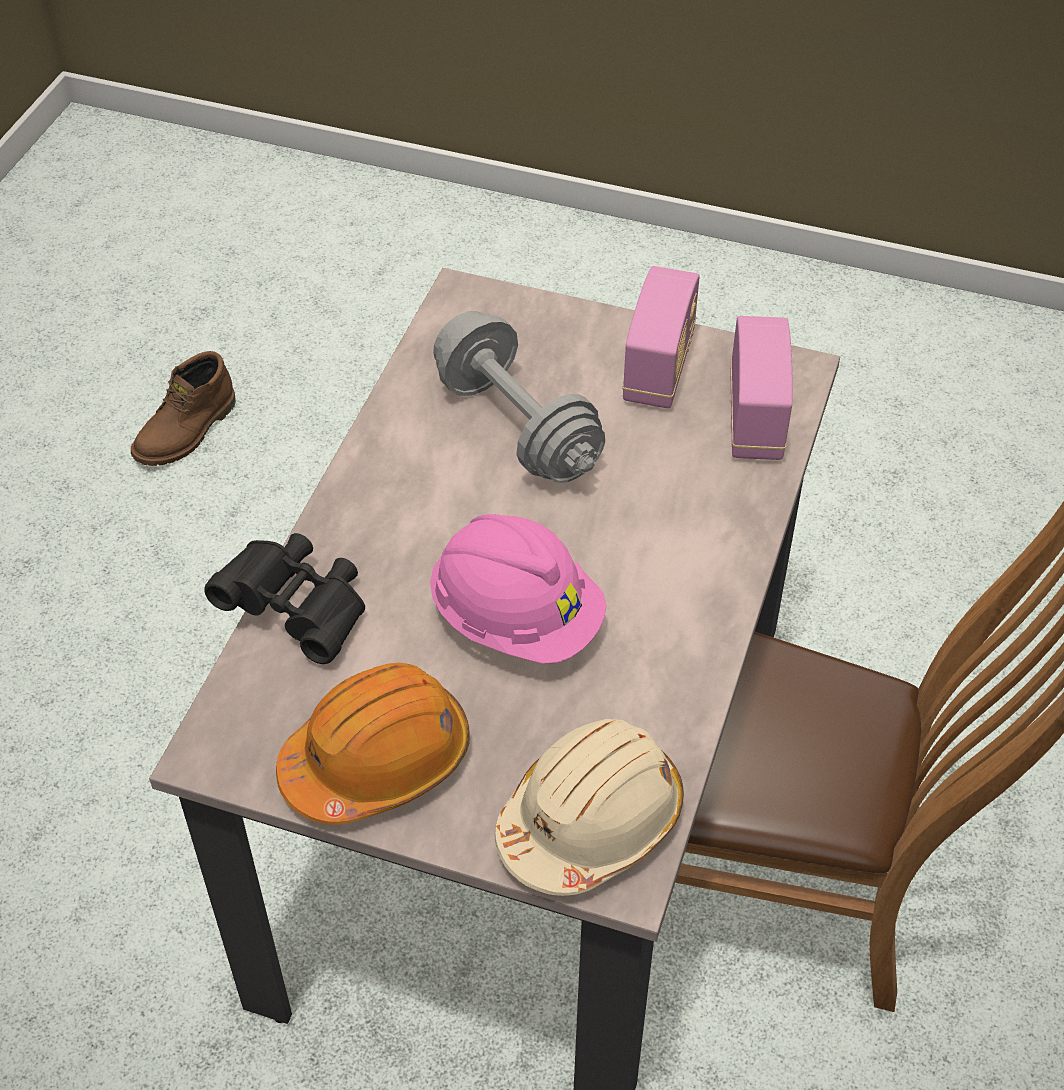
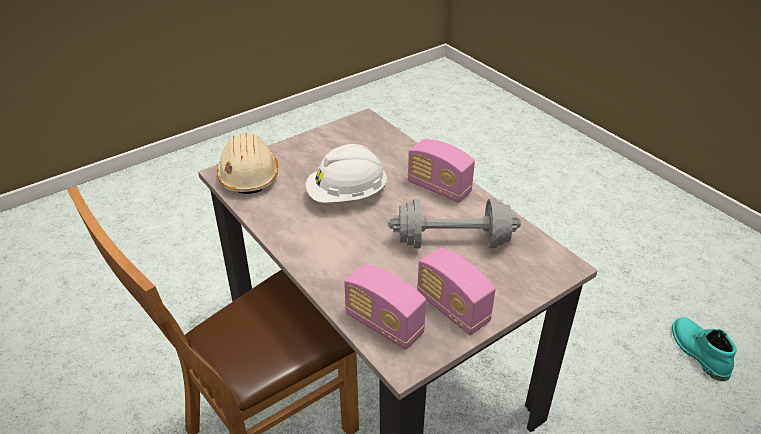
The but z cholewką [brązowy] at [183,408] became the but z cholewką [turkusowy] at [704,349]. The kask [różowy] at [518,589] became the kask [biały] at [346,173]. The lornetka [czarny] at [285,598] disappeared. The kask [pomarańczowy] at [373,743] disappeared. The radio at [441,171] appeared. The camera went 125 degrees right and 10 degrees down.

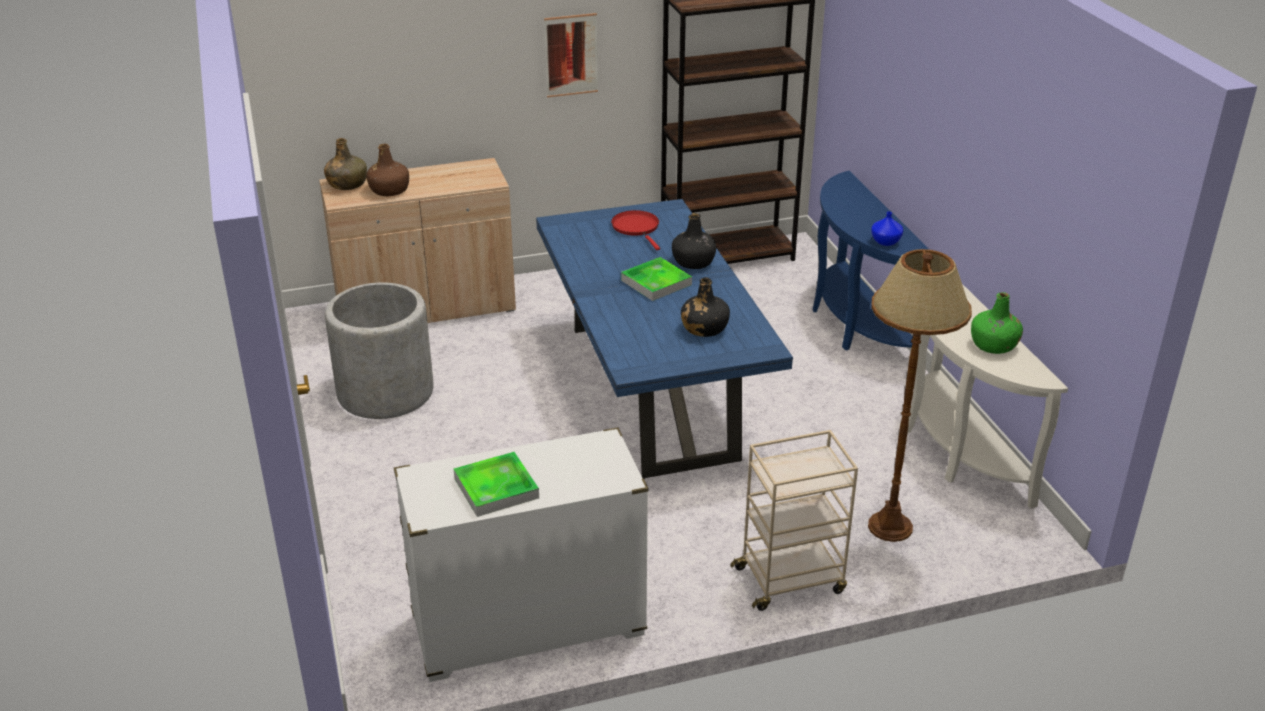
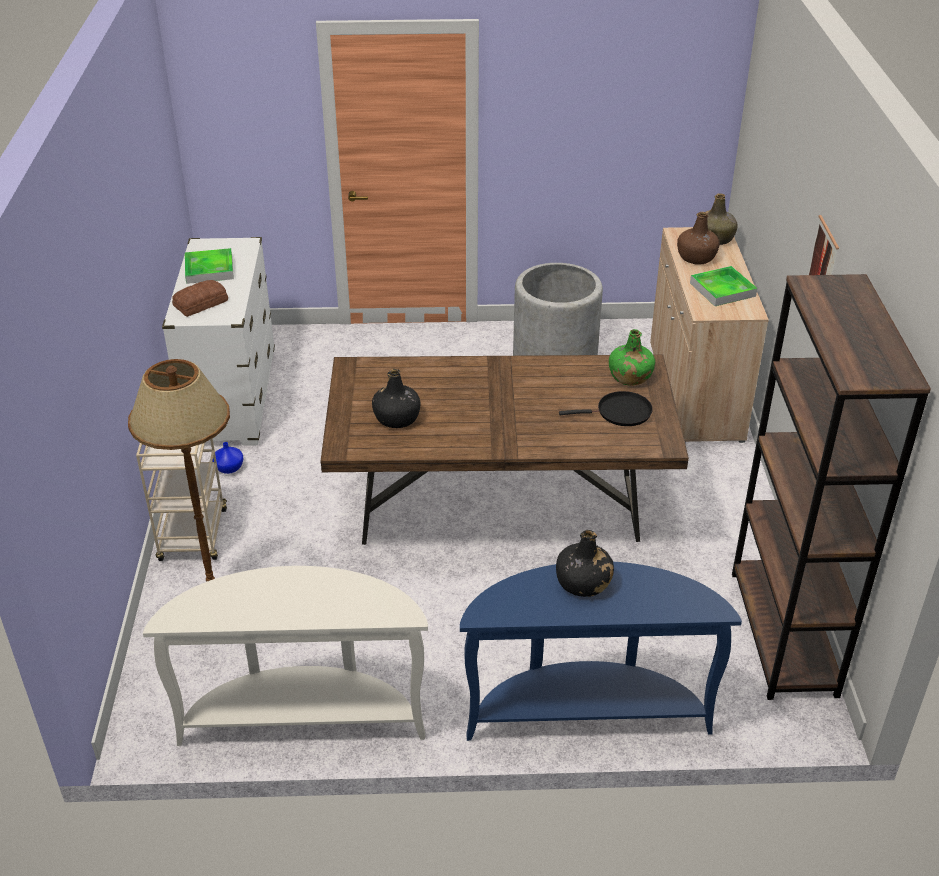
The stół jadalny [niebieski] at [664,339] became the stół jadalny [brązowy] at [504,449]. The patelnia [czerwony] at [635,230] became the patelnia [czarny] at [606,408]. The wazon [niebieski] moved from [887,229] to [228,458]. The butelka [czarny] moved from [694,241] to [585,563]. The taca moved from [656,279] to [723,286]. The butelka [zielony] moved from [997,323] to [632,357]. The chleb at [200,298] appeared. The camera went 105 degrees right and 5 degrees up.

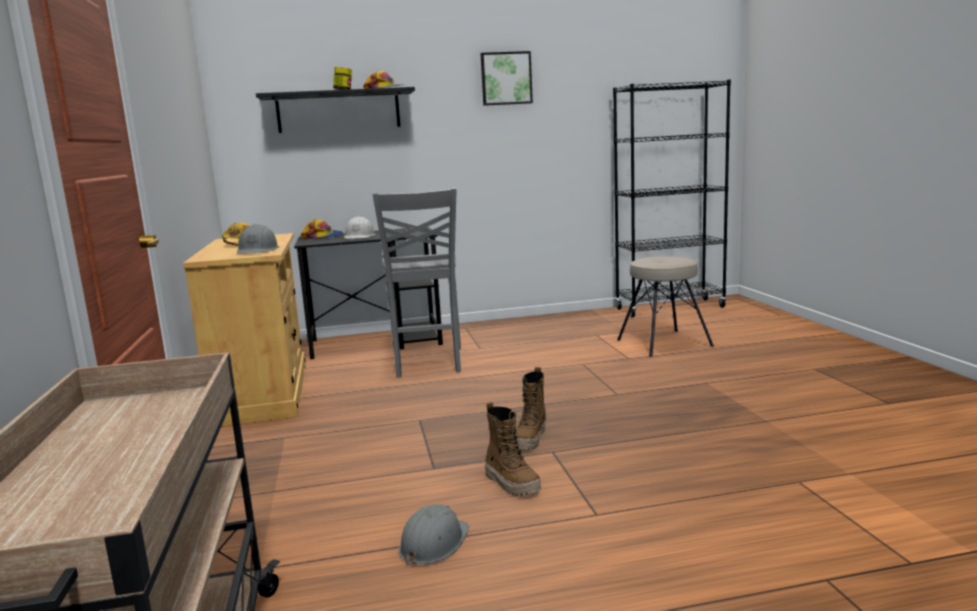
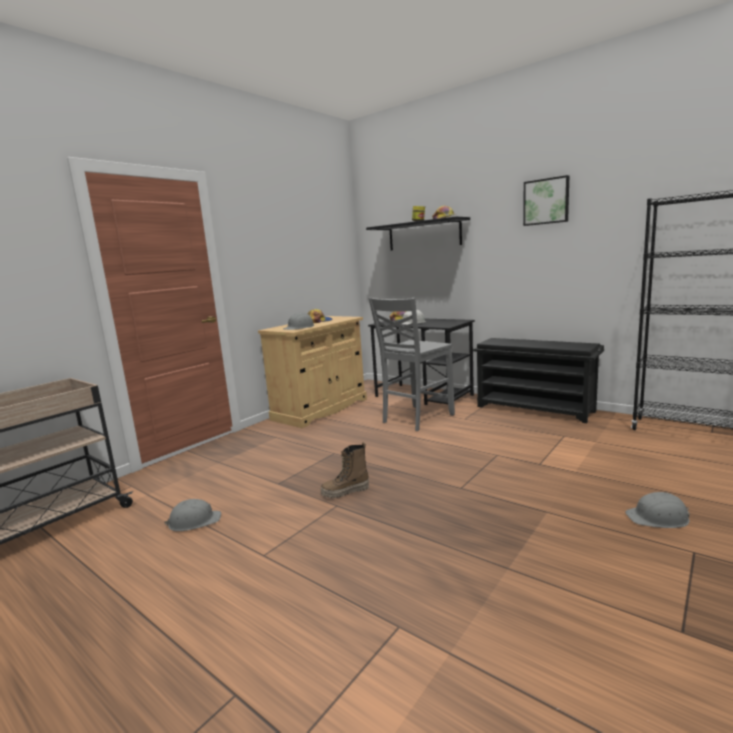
The stołek [beżowy] at [665,306] disappeared. The but z cholewką at [513,449] disappeared. The regał na buty [czarny] at [538,380] appeared. The kask [szary] at [657,510] appeared. The camera went 50 degrees right and 0 degrees up.

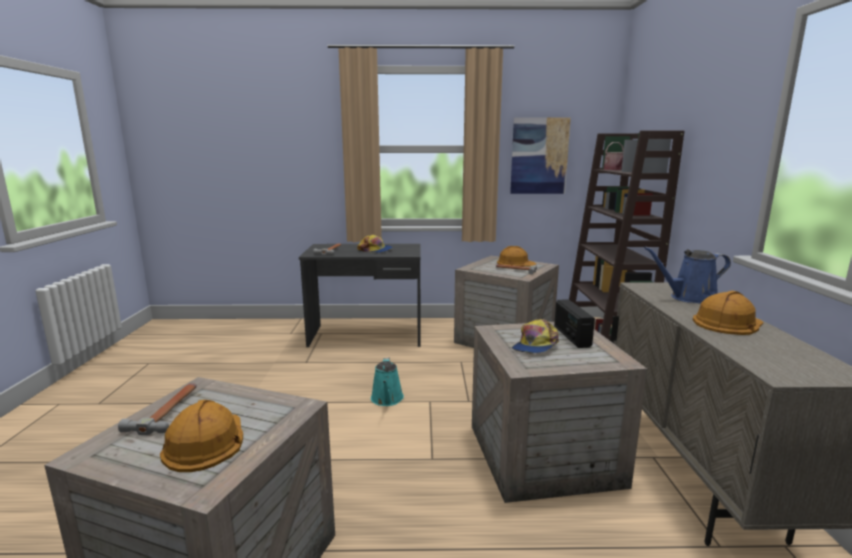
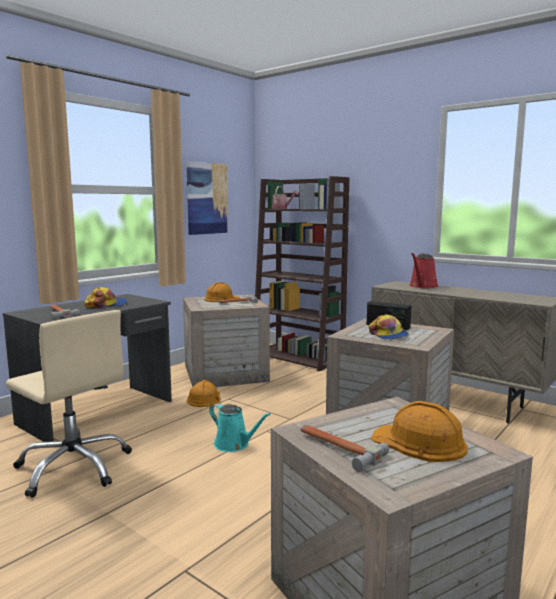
The konewka [niebieski] at [687,275] became the konewka [czerwony] at [423,270]. The kask [pomarańczowy] moved from [728,313] to [203,393]. The krzesło biurowe [beżowy] at [69,404] appeared. The camera went 50 degrees left and 5 degrees down.

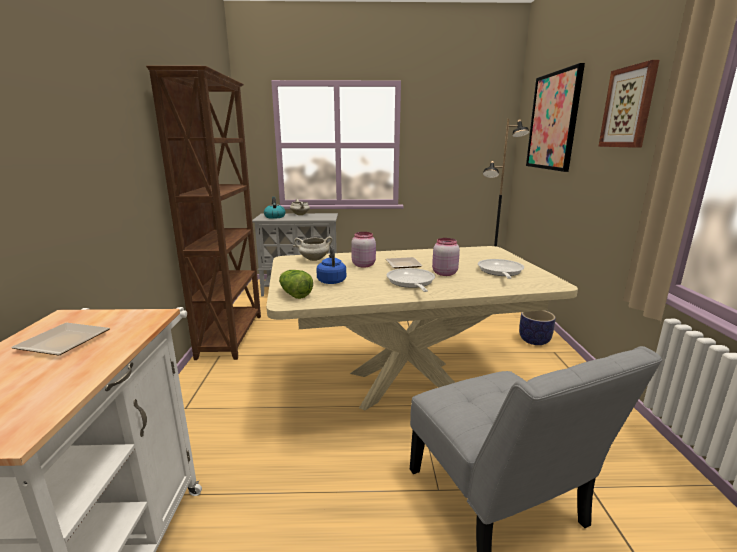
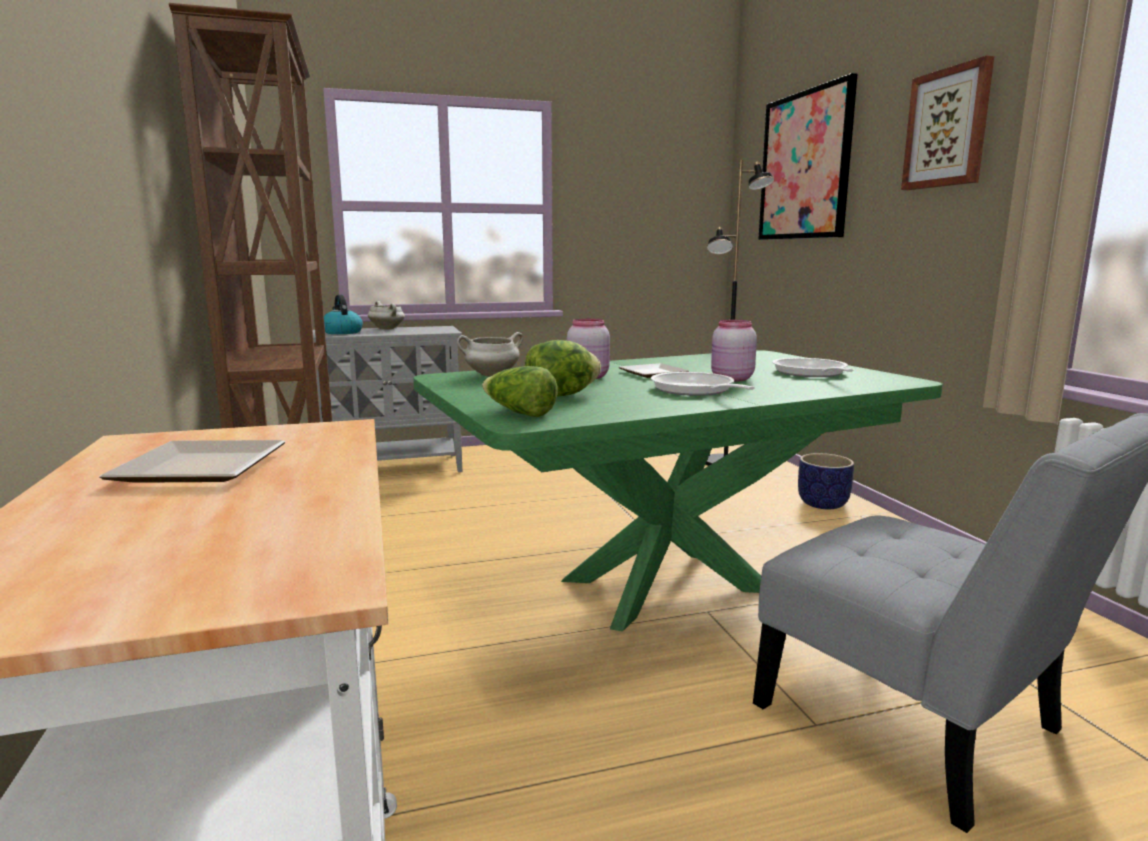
The czajnik [niebieski] at [331,264] was replaced by the sałata at [563,368]. The stół jadalny [beżowy] at [422,328] became the stół jadalny [zielony] at [678,490]. The camera went 15 degrees left and 5 degrees down.

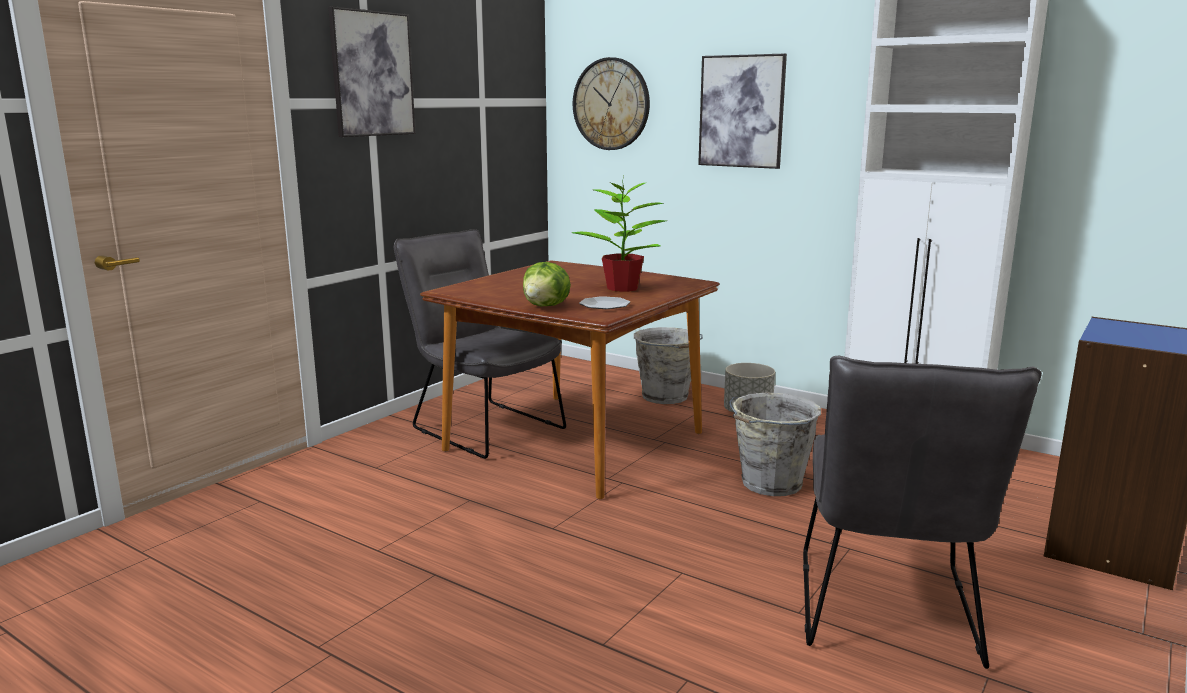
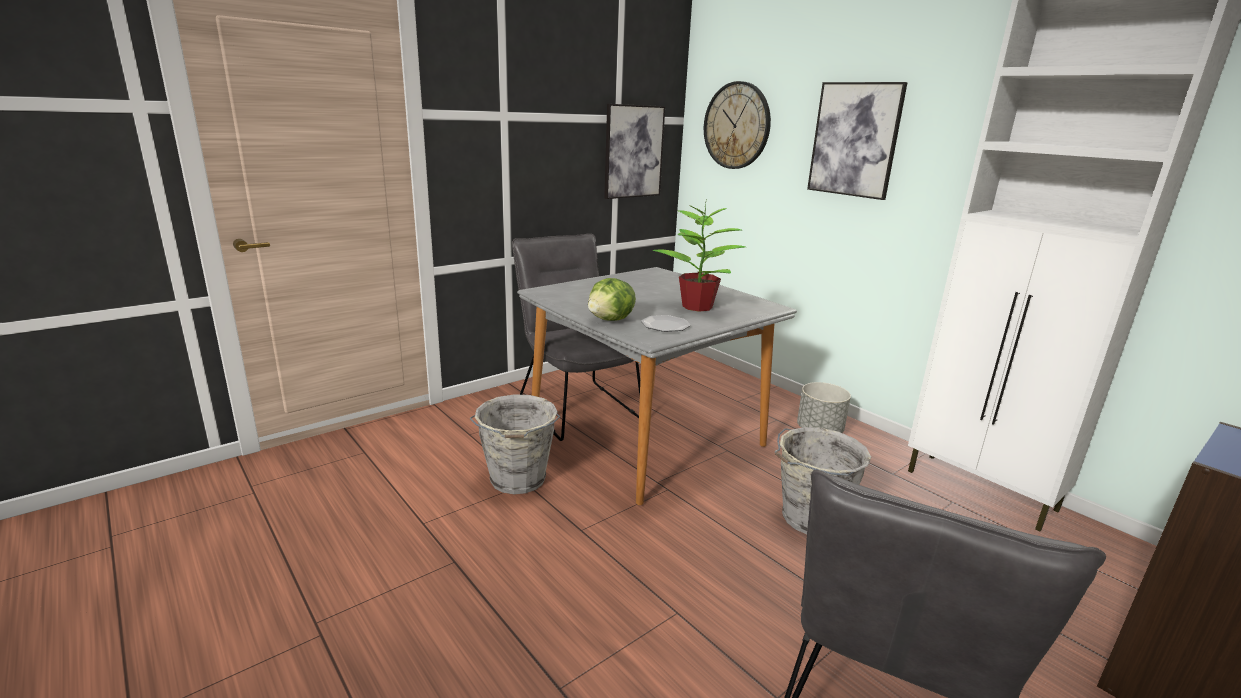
The obraz moved from [372,71] to [634,151]. The stół jadalny [brązowy] at [569,379] became the stół jadalny [szary] at [657,386]. The wiadro [szary] moved from [668,365] to [515,444]. The camera went 15 degrees right and 5 degrees up.

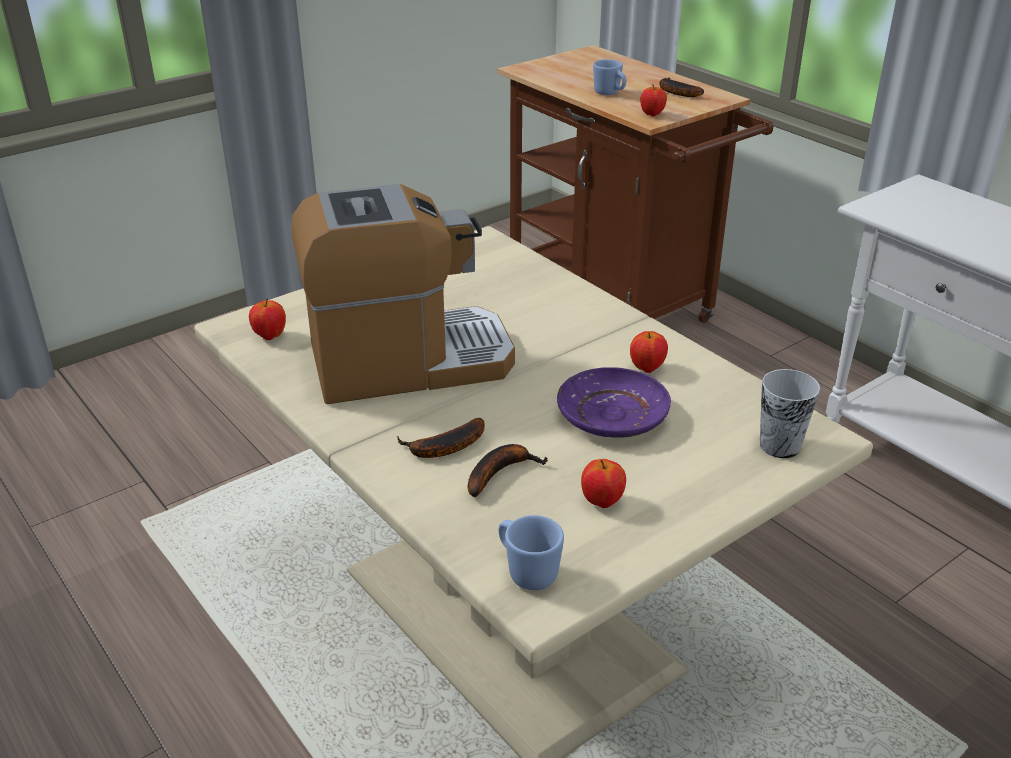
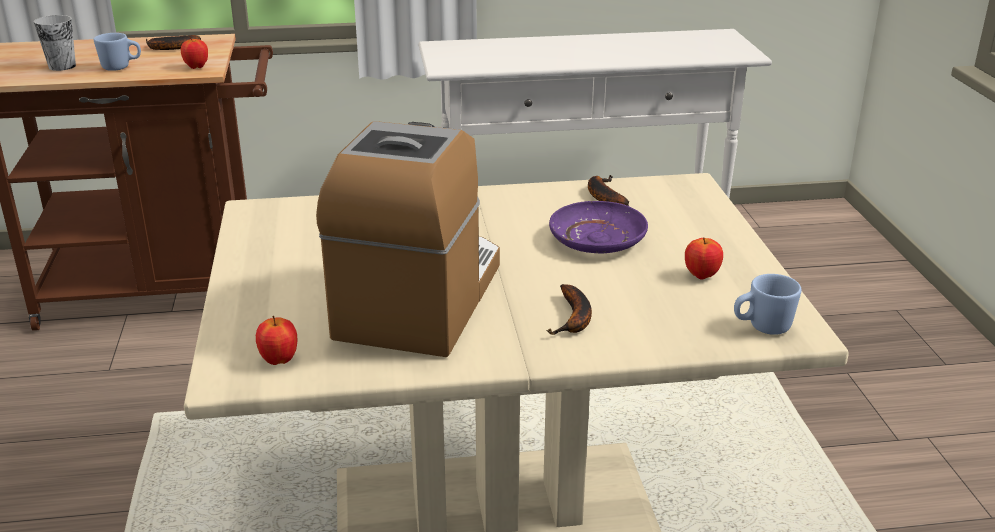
The jabłko at [649,352] disappeared. The filiżanka moved from [790,413] to [55,43]. The banan moved from [508,471] to [608,190]. The camera went 60 degrees left and 5 degrees down.

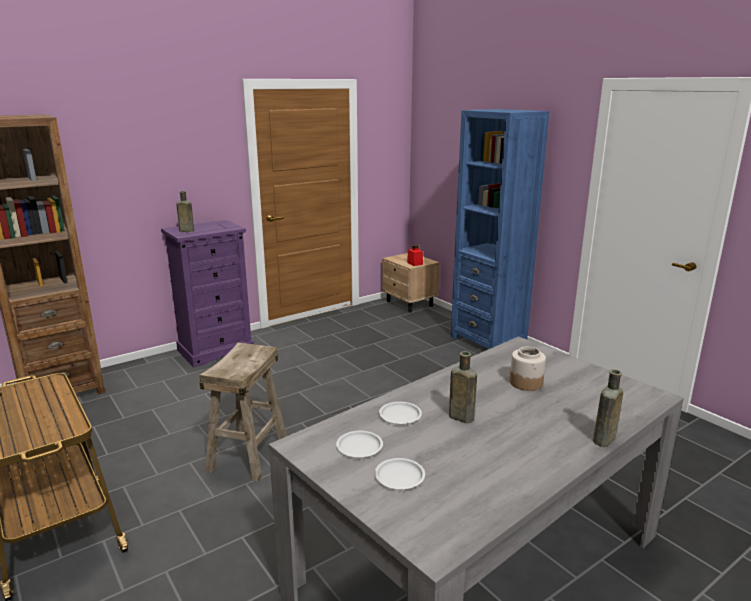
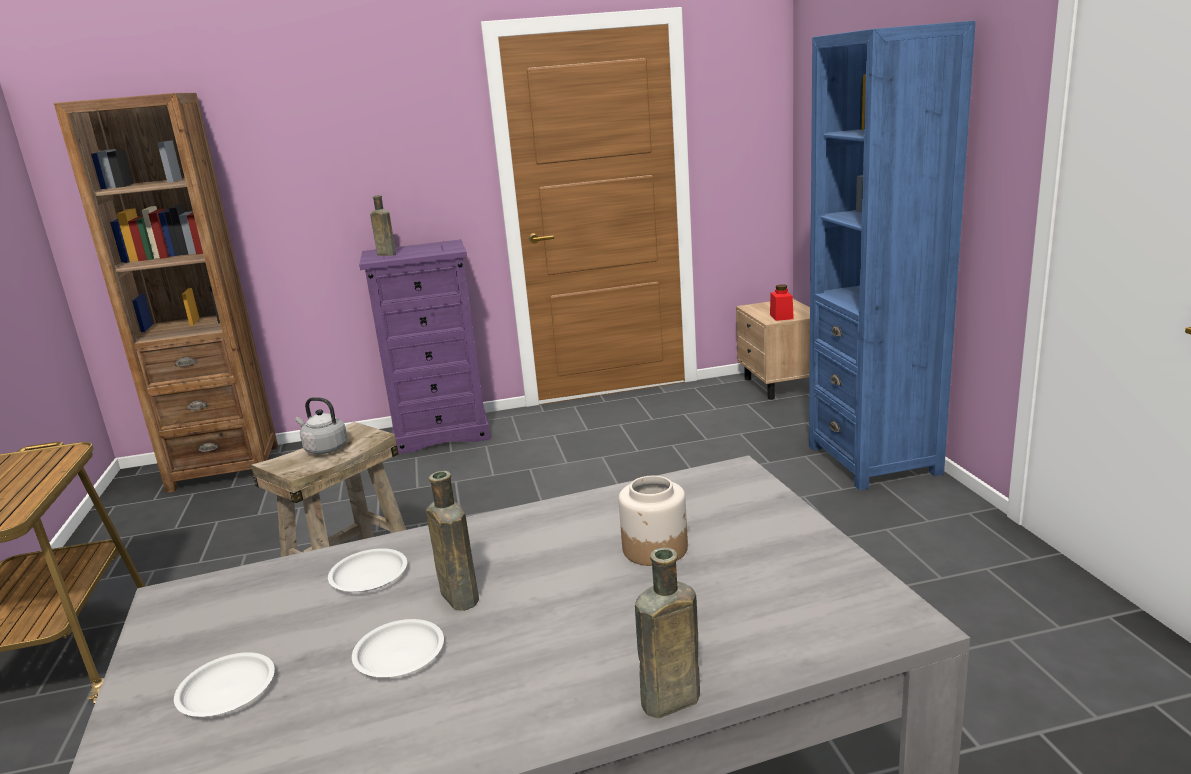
The talerz [biały] moved from [359,444] to [398,648]. The czajnik [szary] at [321,425] appeared. The camera went 25 degrees right and 0 degrees up.

